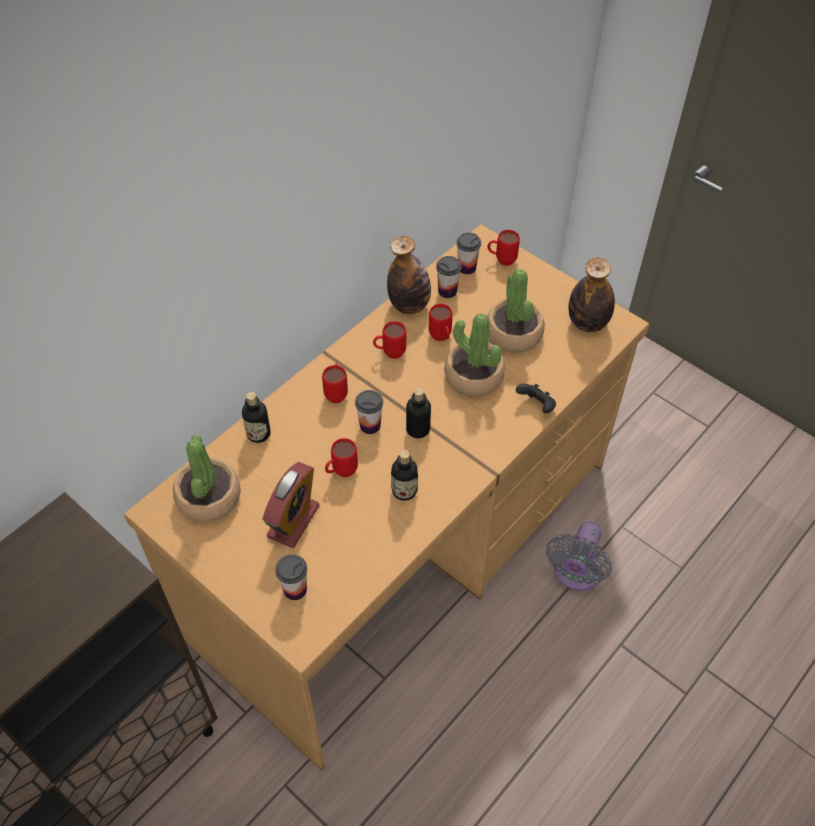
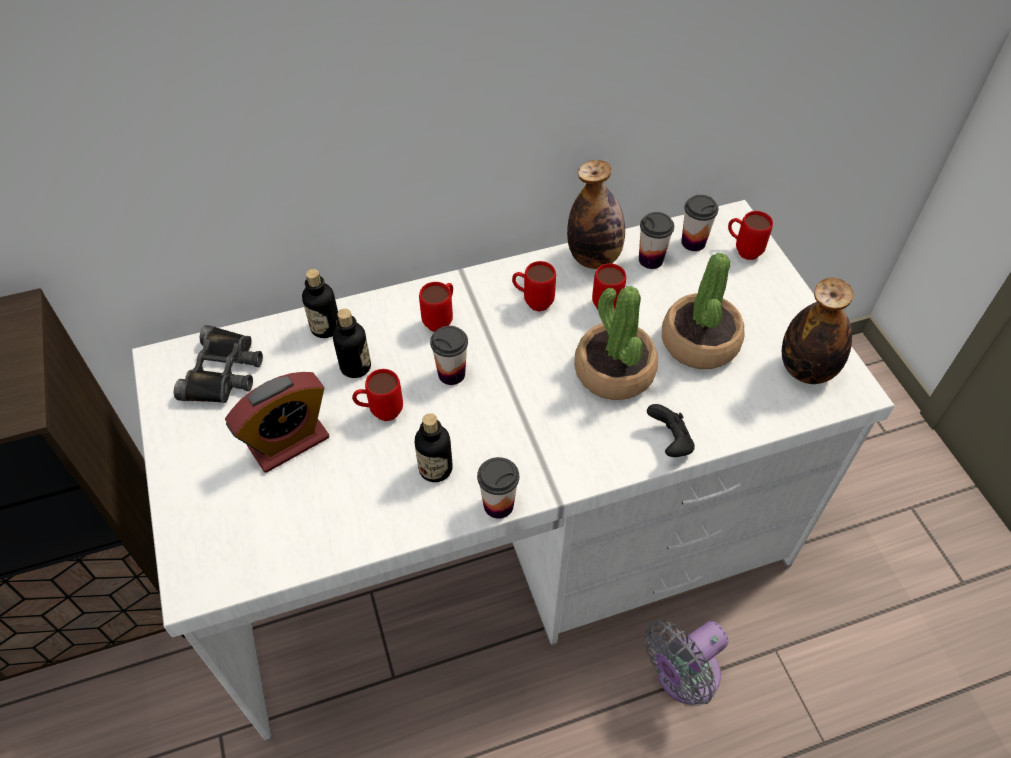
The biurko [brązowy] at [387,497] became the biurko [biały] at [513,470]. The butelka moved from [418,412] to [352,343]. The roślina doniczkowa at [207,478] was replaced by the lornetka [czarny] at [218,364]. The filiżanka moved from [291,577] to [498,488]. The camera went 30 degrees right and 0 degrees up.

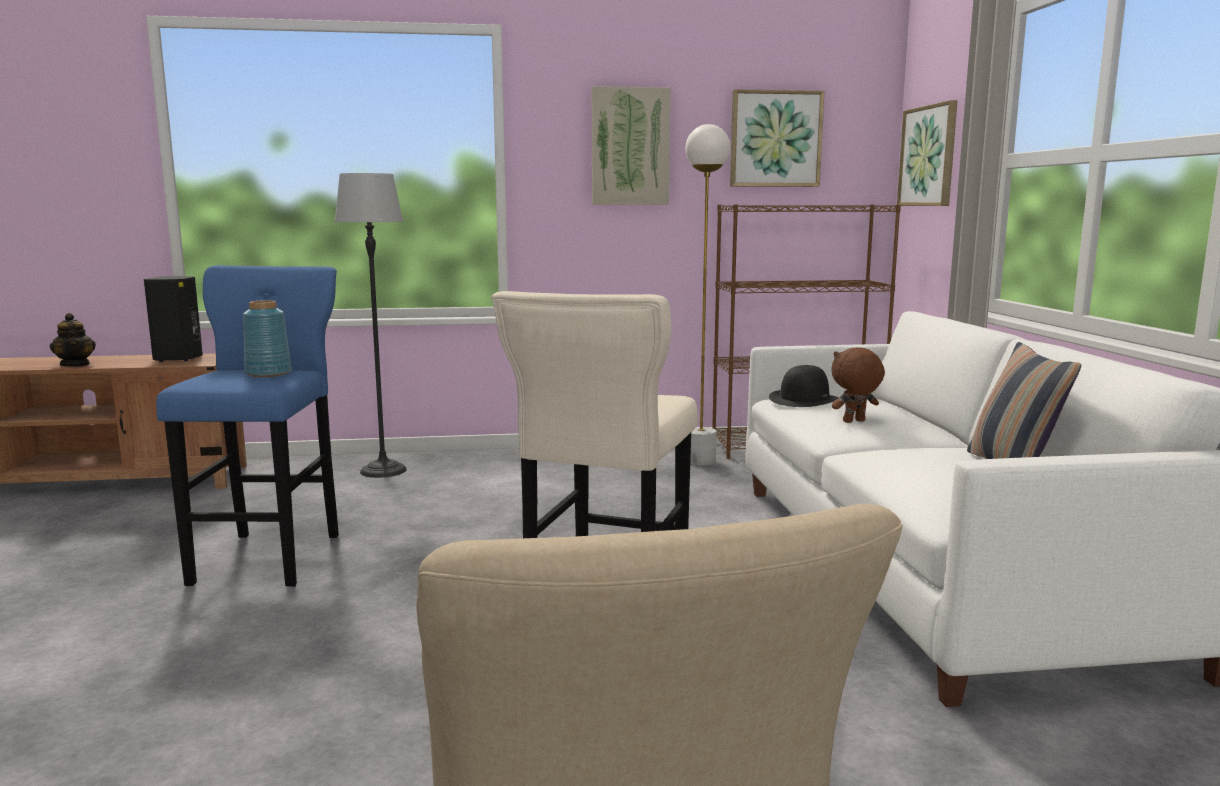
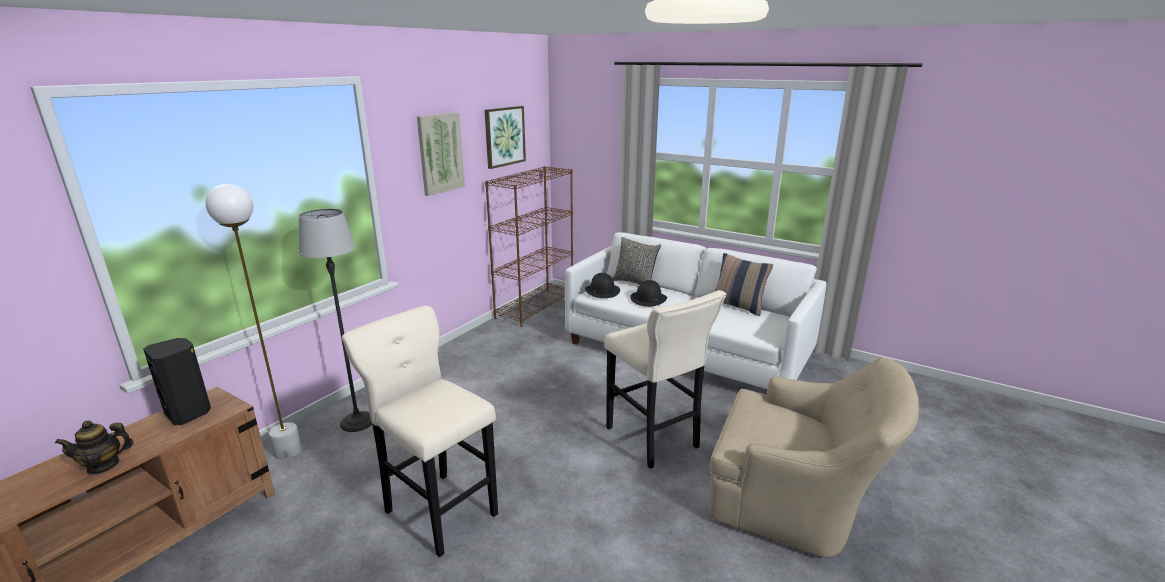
The obraz at [927,153] disappeared. The lampa stojąca [biały] moved from [707,294] to [253,321]. The stołek [niebieski] at [247,426] became the stołek [beżowy] at [420,431]. The wazon [niebieski] at [267,338] disappeared. The imbryk at [73,340] turned 150 degrees clockwise. The pluszak [brązowy] at [858,385] was replaced by the kapelusz [czarny] at [648,293]. The poduszka [szary] at [637,261] appeared. The camera went 50 degrees left and 10 degrees up.

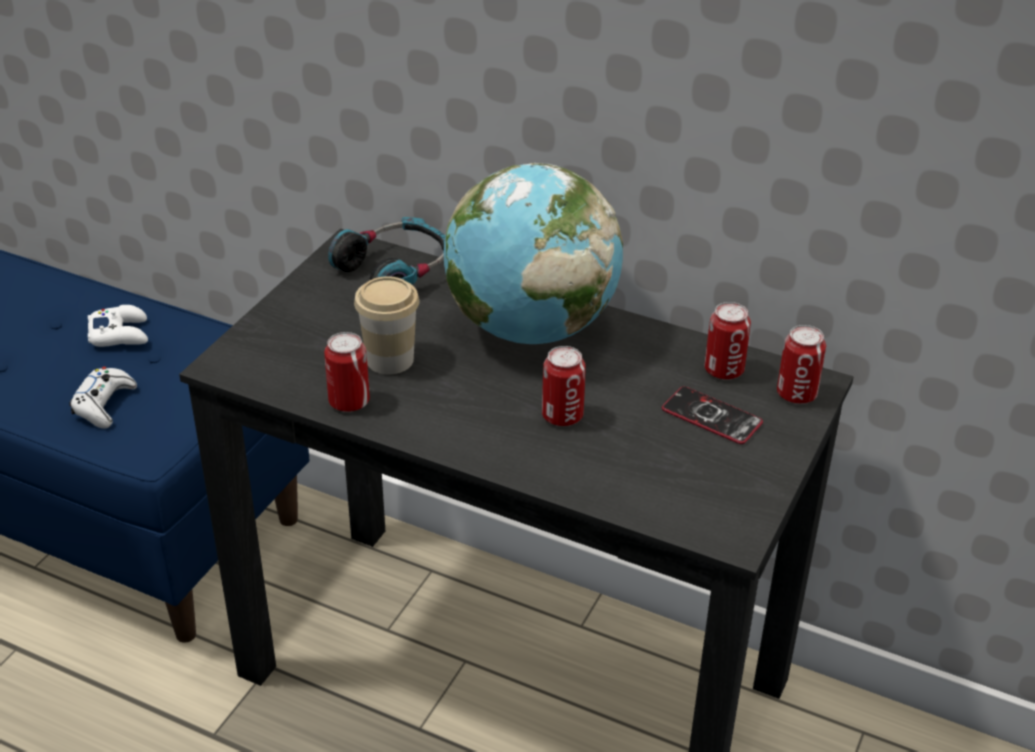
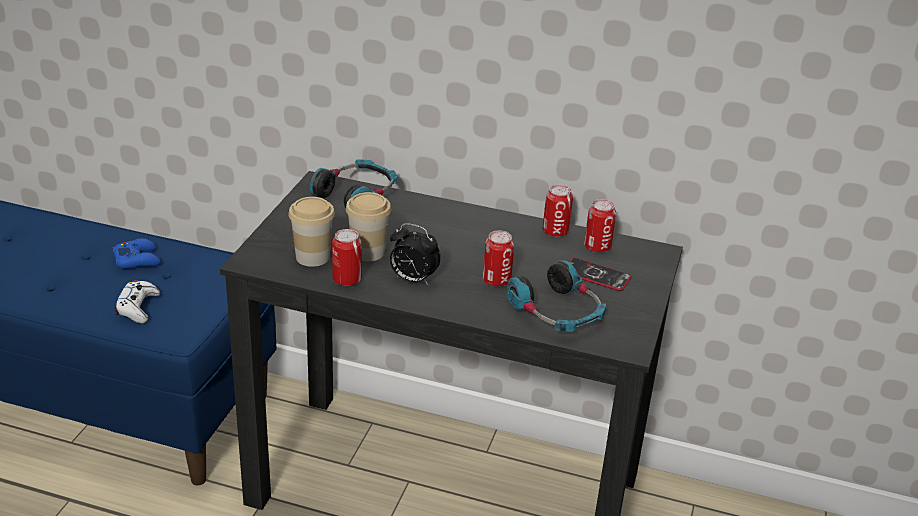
The globus at [533,253] disappeared. The pad do gier [biały] at [118,326] became the pad do gier [niebieski] at [137,253]. The puszka moved from [801,364] to [558,210]. The filiżanka at [311,232] appeared. The budzik at [415,254] appeared. The słuchawki at [556,296] appeared. The camera went 10 degrees left and 5 degrees down.

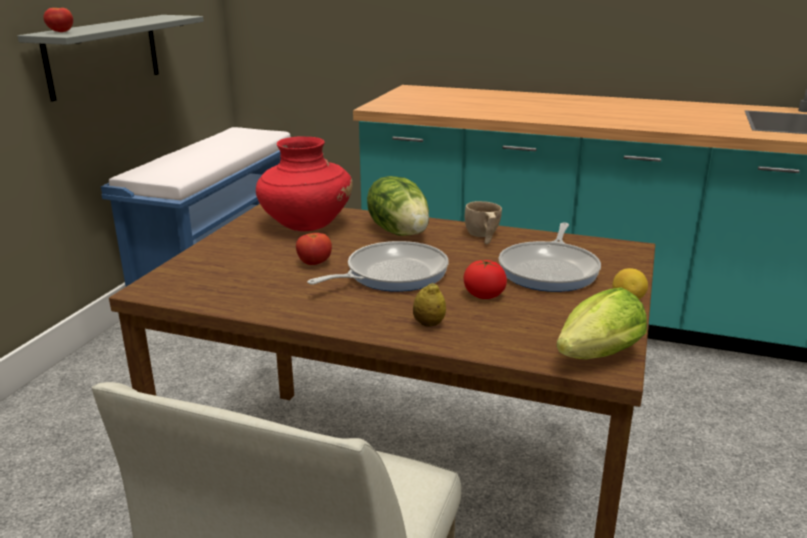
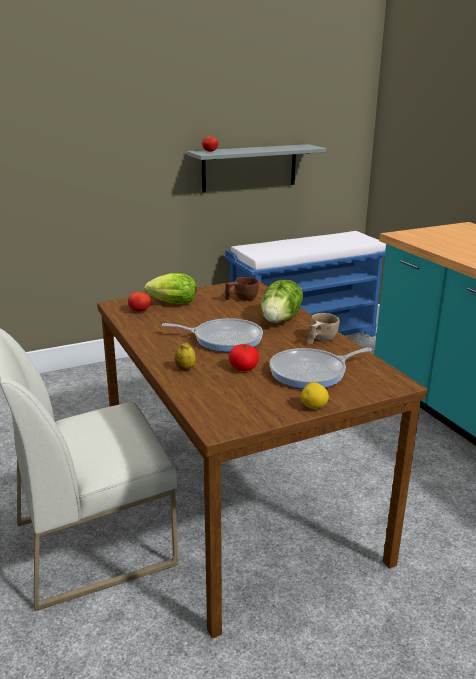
The wazon [czerwony] at [304,184] was replaced by the filiżanka [brązowy] at [242,289]. The pomidor moved from [314,249] to [139,302]. The sałata moved from [601,323] to [170,288]. The camera went 45 degrees right and 0 degrees up.

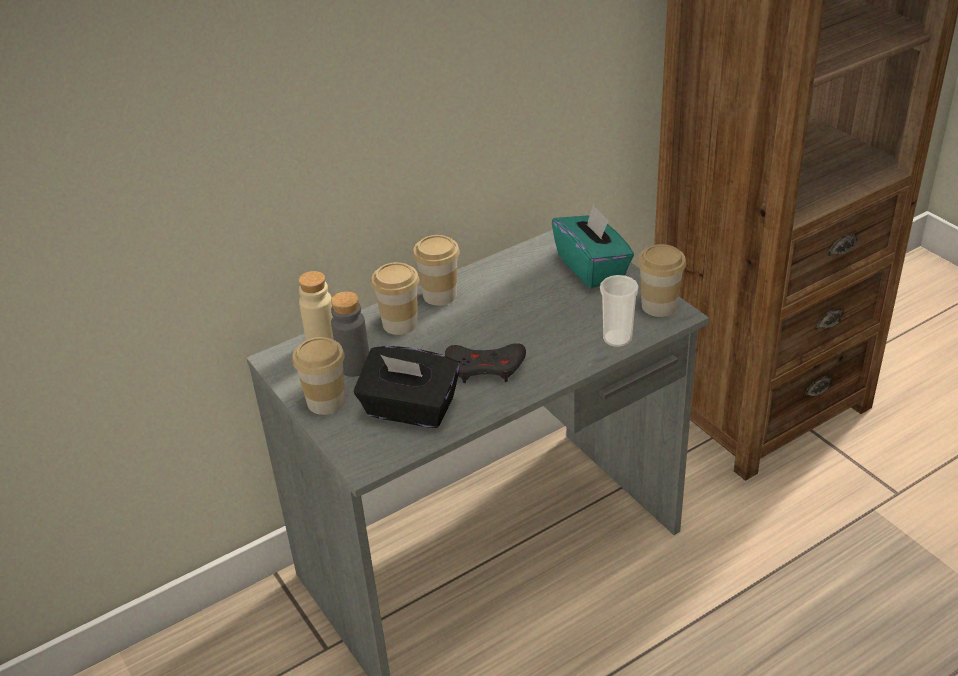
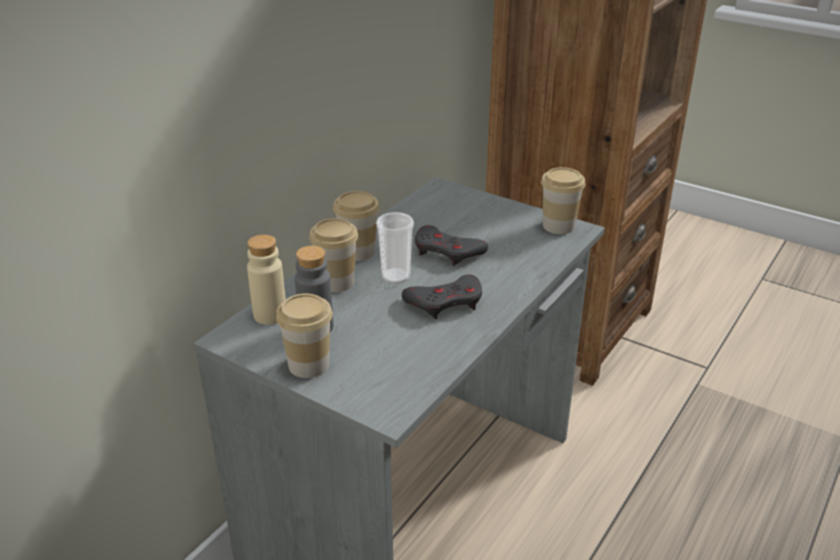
The pudełko chusteczek [turkusowy] at [593,245] disappeared. The filiżanka moved from [619,311] to [395,248]. The pudełko chusteczek [czarny] at [407,387] disappeared. The pad do gier [szary] at [451,245] appeared. The camera went 25 degrees left and 5 degrees down.

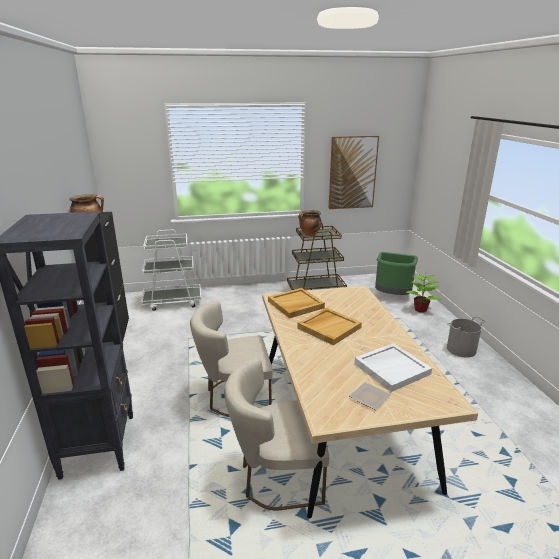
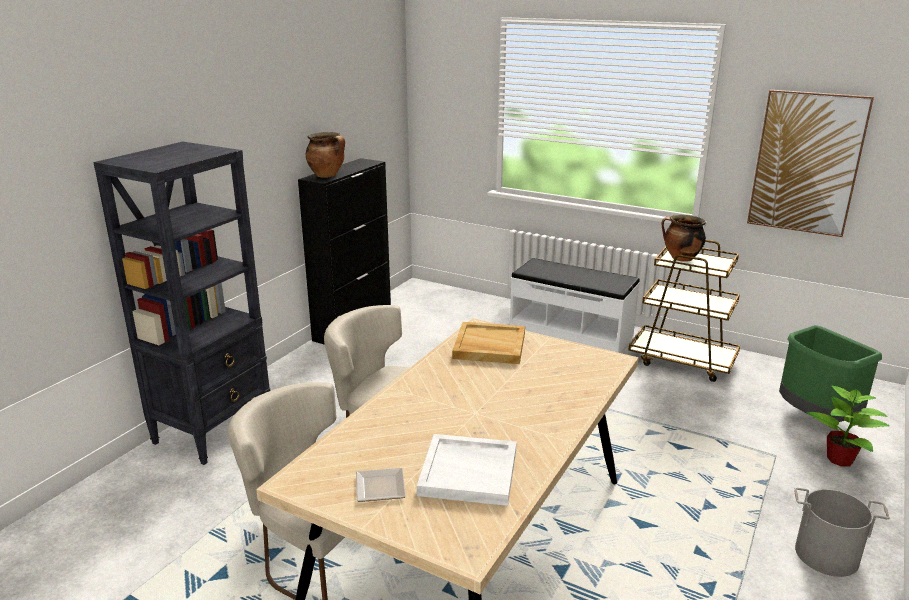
The wózek [biały] at [171,270] disappeared. The taca [beżowy] at [329,326] disappeared. The ławka [biały] at [575,305] appeared. The camera went 40 degrees right and 0 degrees up.

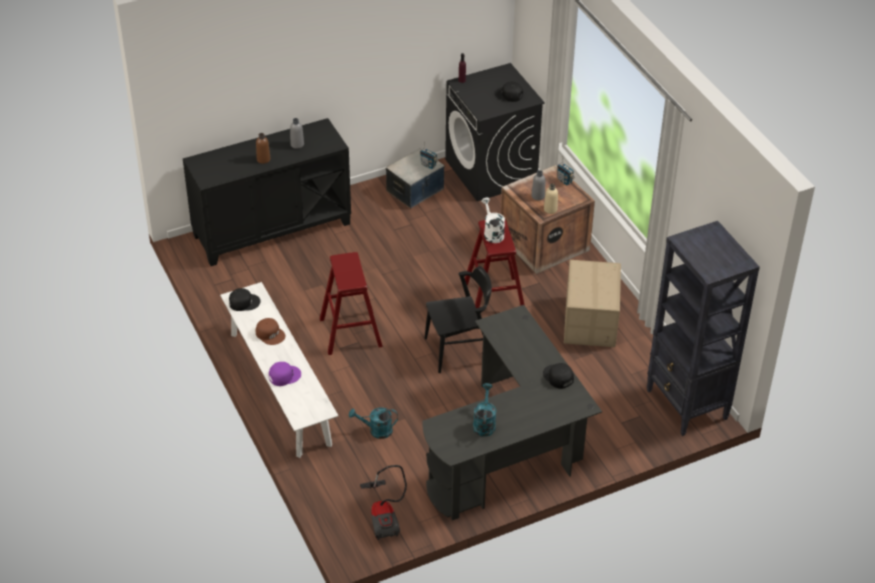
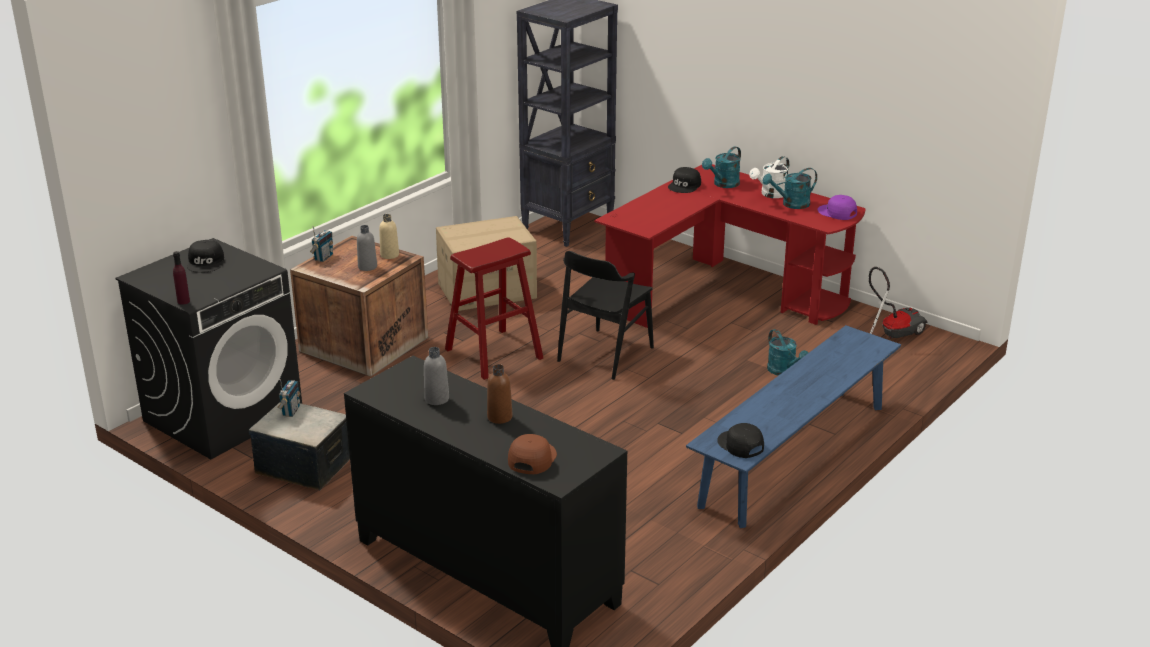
The konewka [biały] moved from [493,220] to [769,177]. The stołek [czerwony] at [351,303] disappeared. The krzesło [czarny] at [458,319] turned 105 degrees counterclockwise. The ławka [biały] at [279,370] became the ławka [niebieski] at [793,426]. The biurko [czarny] at [512,412] became the biurko [czerwony] at [730,246]. The czapka z daszkiem [brązowy] moved from [270,331] to [532,454]. The czapka z daszkiem [fioletowy] moved from [285,374] to [837,207]. The konewka [turkusowy] at [721,167] appeared. The camera went 115 degrees left and 15 degrees down.

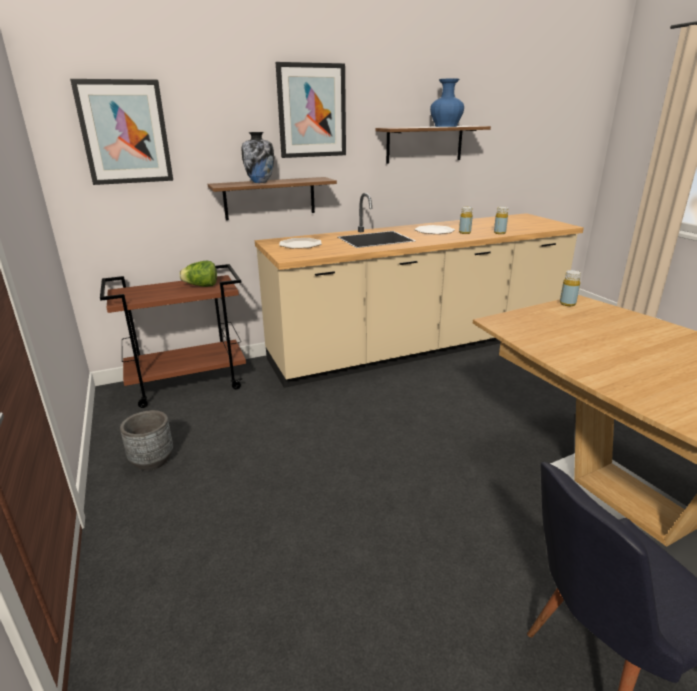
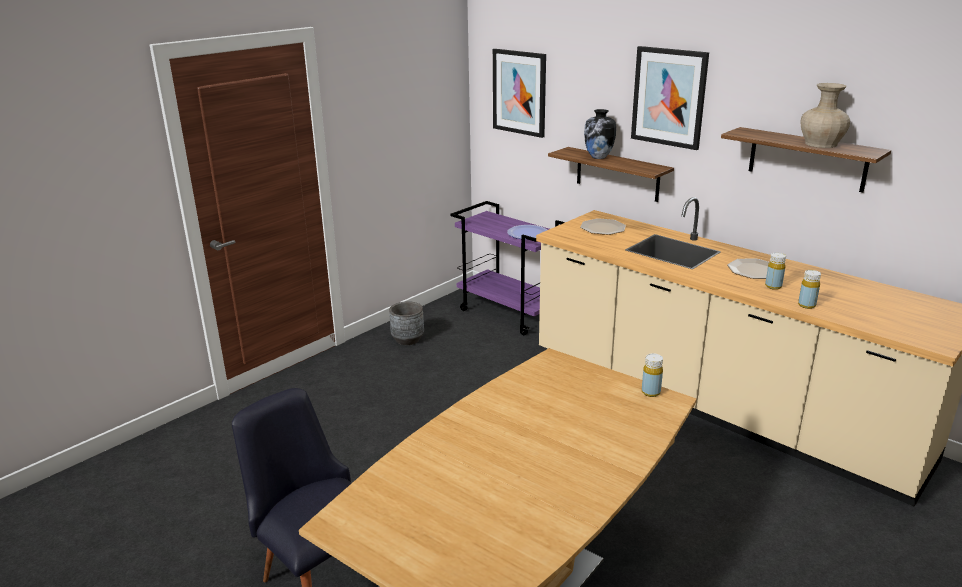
The wazon [niebieski] at [447,102] became the wazon [beżowy] at [825,115]. The sałata at [198,274] was replaced by the talerz at [527,232]. The wózek [brązowy] at [173,336] became the wózek [fioletowy] at [507,268]. The camera went 65 degrees right and 0 degrees up.

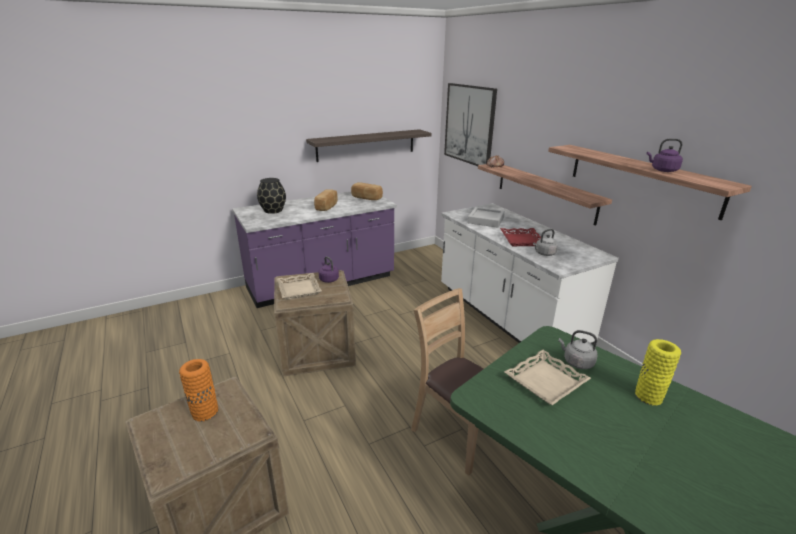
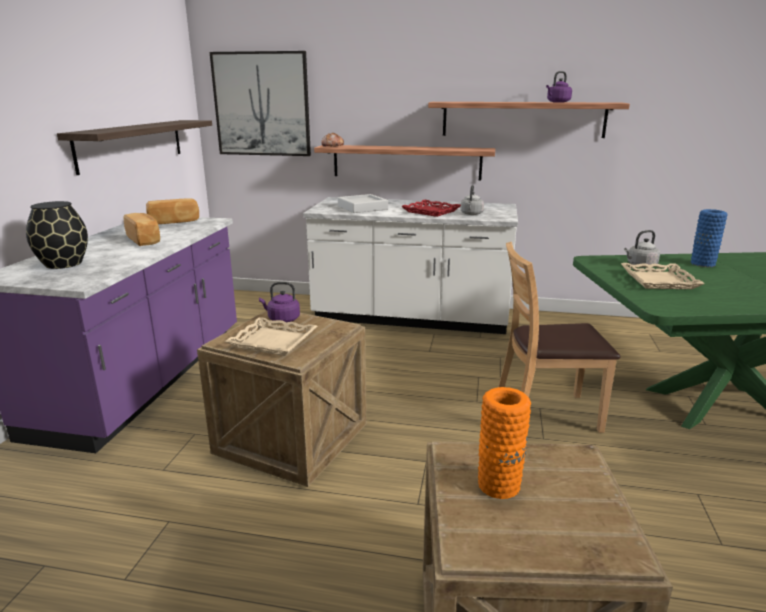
The wazon [żółty] at [658,372] became the wazon [niebieski] at [709,238]. The camera went 50 degrees left and 5 degrees down.

